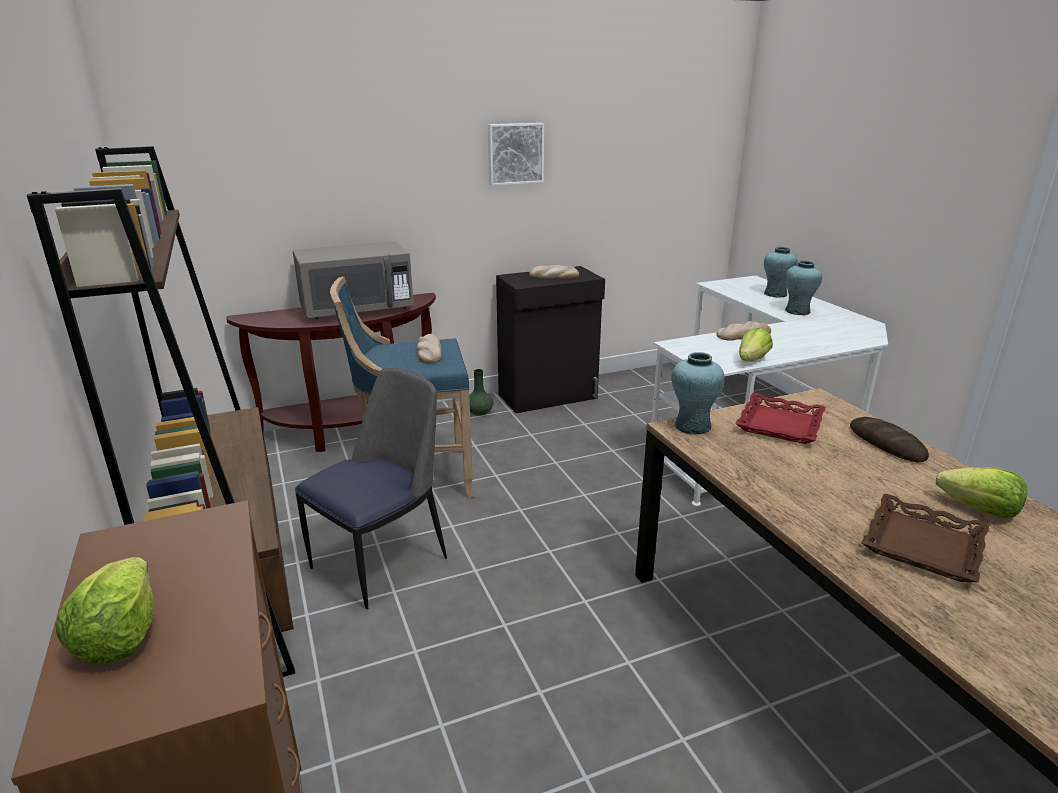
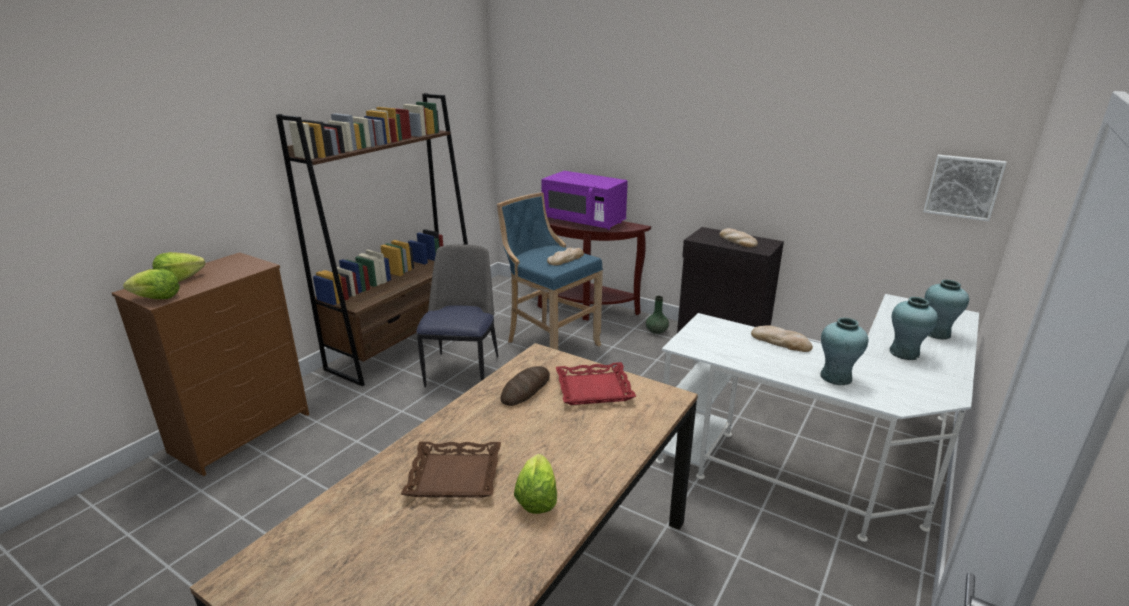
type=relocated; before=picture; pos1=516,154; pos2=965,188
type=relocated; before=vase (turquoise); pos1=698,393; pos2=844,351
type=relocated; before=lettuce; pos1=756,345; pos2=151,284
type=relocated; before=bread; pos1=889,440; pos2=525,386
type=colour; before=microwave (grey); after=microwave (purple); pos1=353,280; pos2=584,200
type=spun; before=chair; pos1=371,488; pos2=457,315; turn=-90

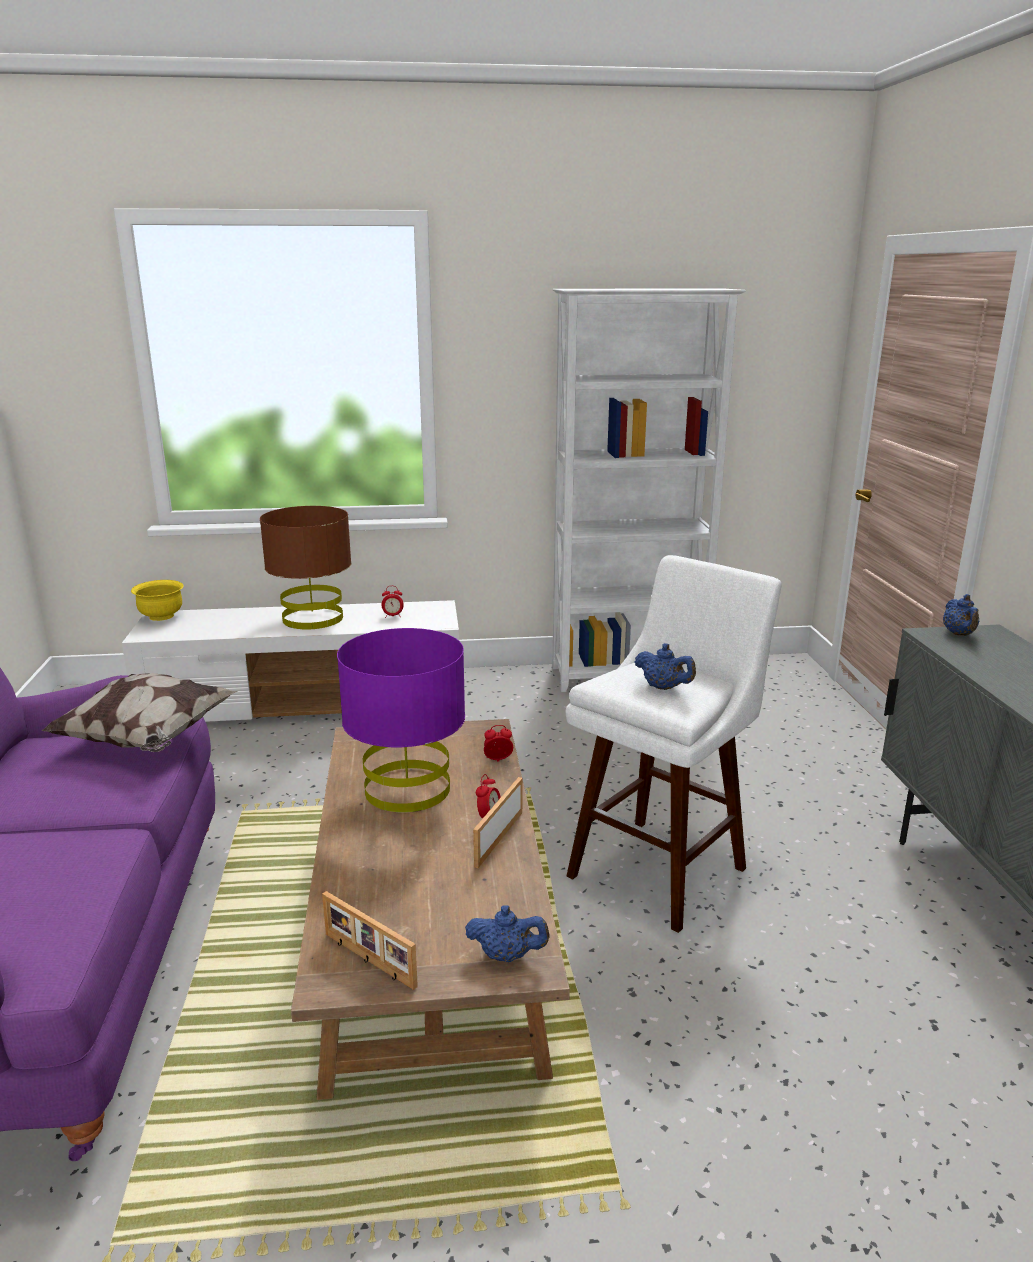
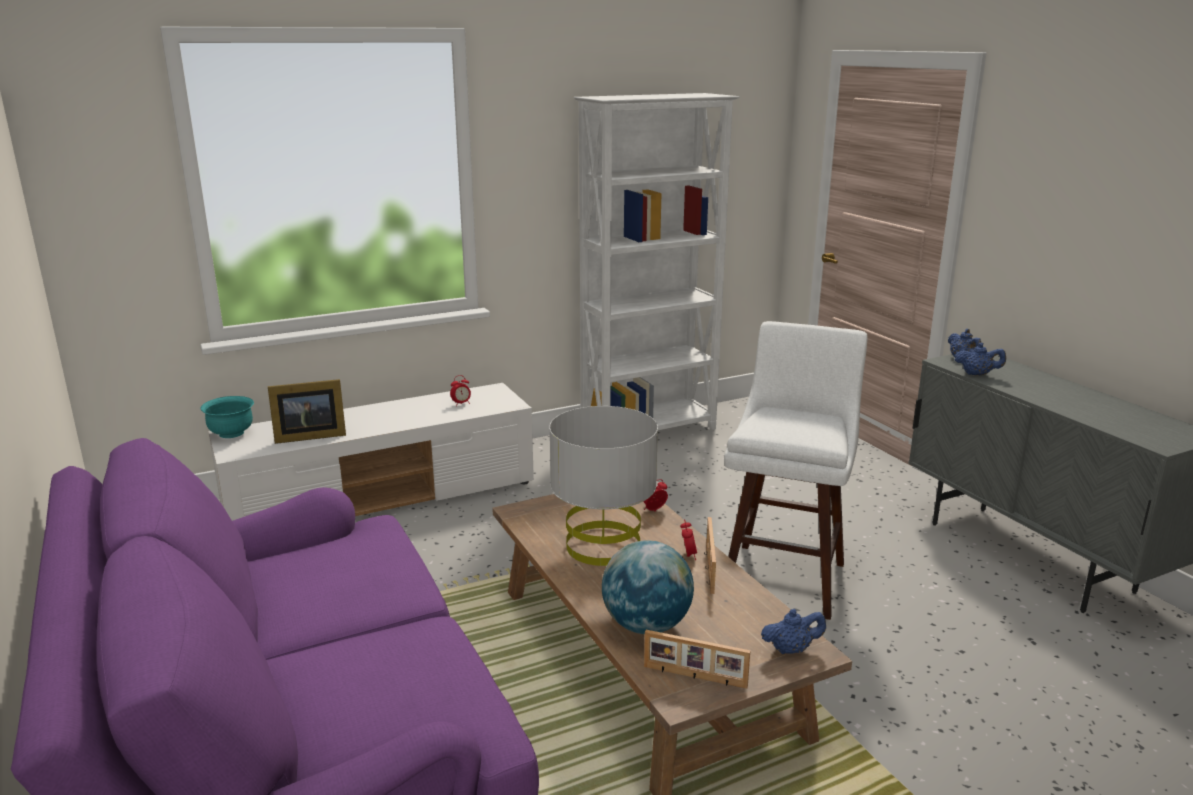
type=missing; before=pillow; pos1=139,712
type=missing; before=table lamp (brown); pos1=305,568
type=appeared; after=picture frame; pos2=307,411
type=appeared; after=globe; pos2=648,587
type=relocated; before=teapot (blue); pos1=665,666; pos2=980,359
type=colour; before=bowl (yellow); after=bowl (turquoise); pos1=157,600; pos2=227,417
type=colour; before=table lamp (purple); after=table lamp (grey); pos1=401,720; pos2=603,486

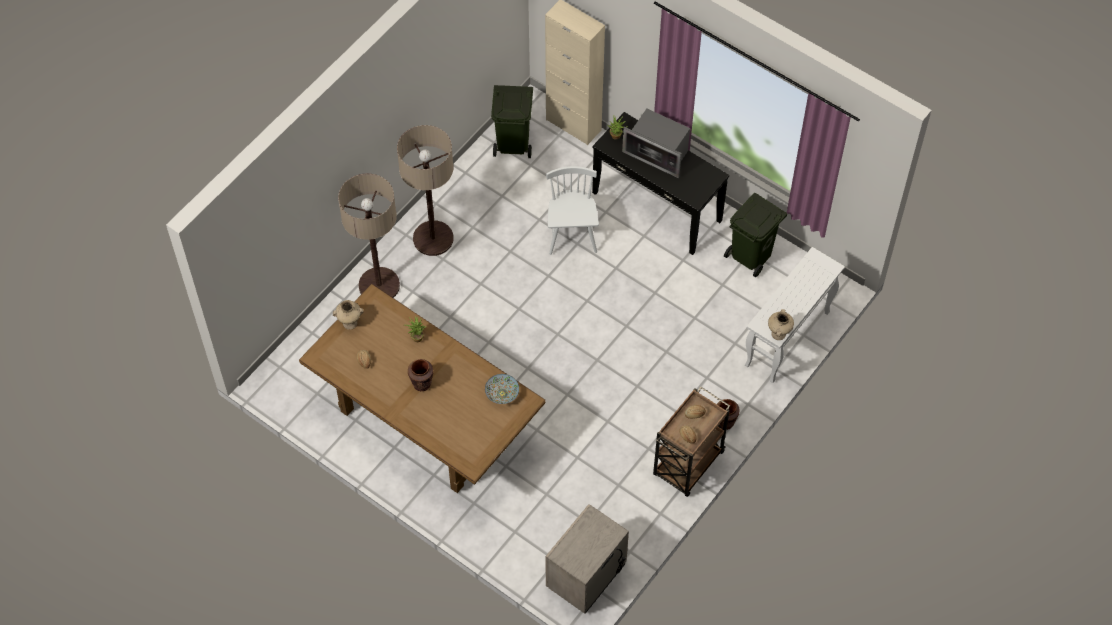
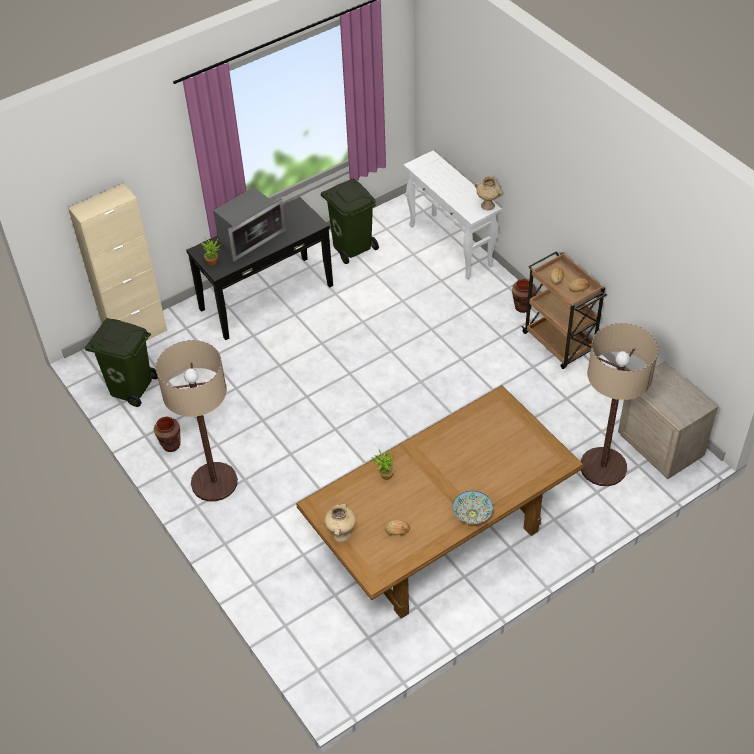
type=missing; before=chair (white); pos1=572,210
type=relocated; before=floor lamp; pos1=369,235; pos2=619,404
type=relocated; before=vase (brown); pos1=420,375; pos2=167,434
type=relocated; before=bowl; pos1=502,389; pos2=472,507

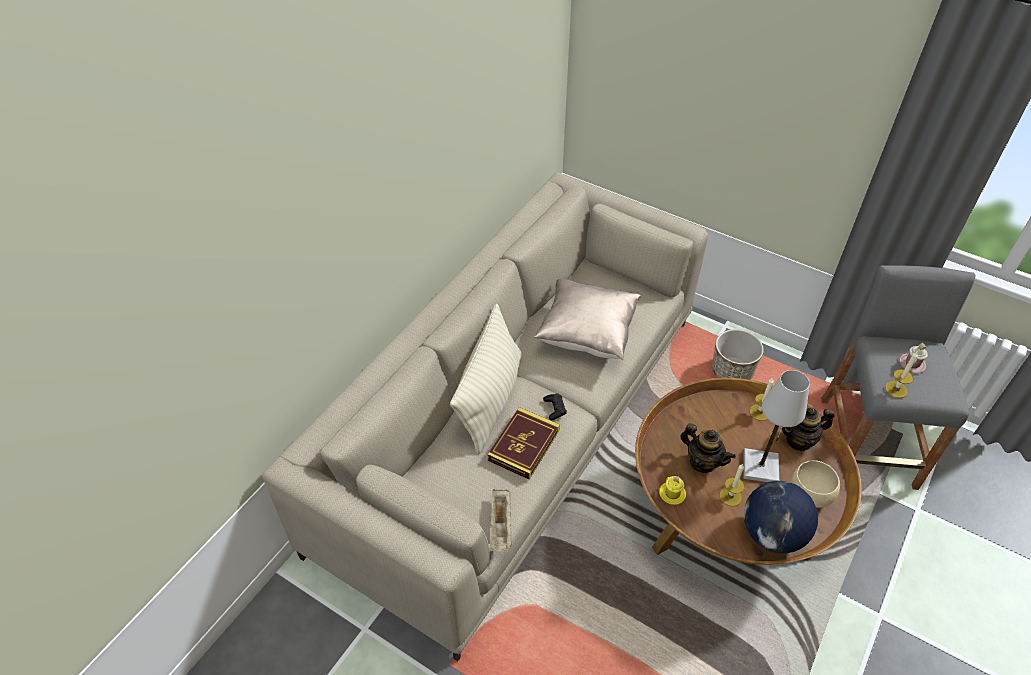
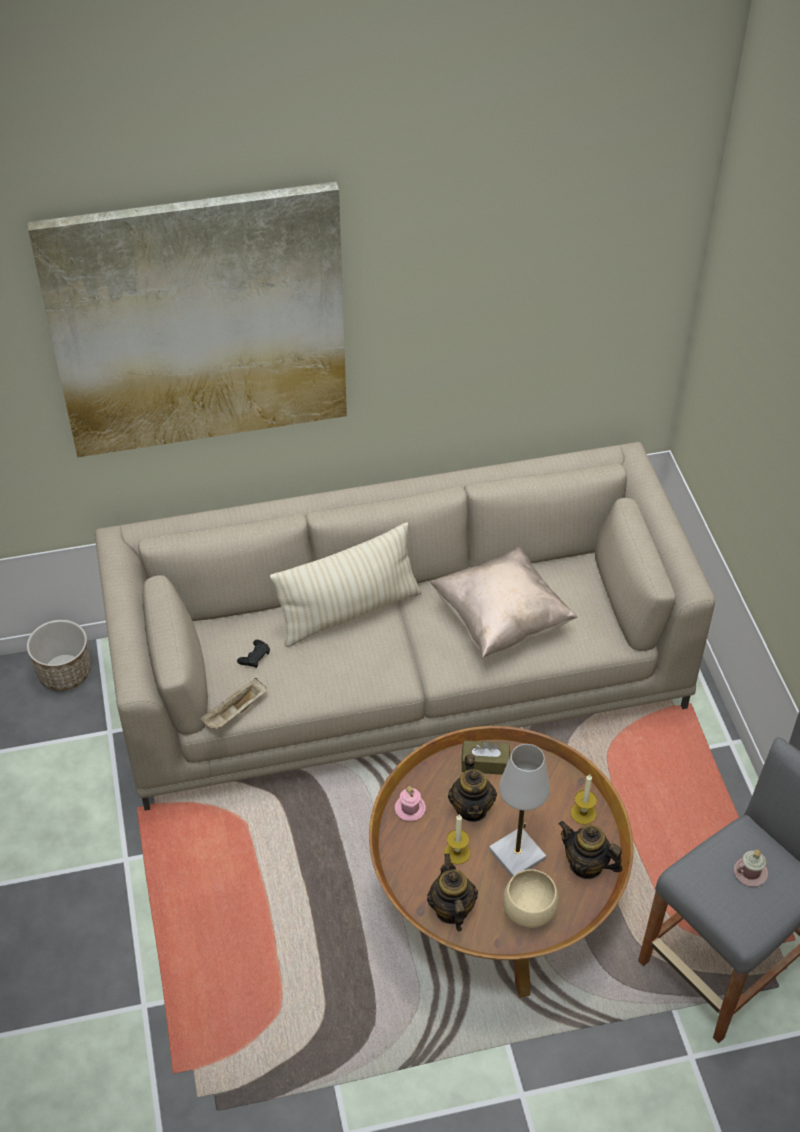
type=missing; before=book; pos1=524,443
type=missing; before=candle; pos1=901,375
type=appeared; after=picture; pos2=187,319
type=appeared; after=tissue box (brown); pos2=485,758
type=relocated; before=game controller (black); pos1=555,407; pos2=253,654
type=relocated; before=planter; pos1=738,354; pos2=58,655
type=exchanged; before=globe; after=teapot; pos1=781,517; pos2=452,892
type=colour; before=mug (yellow); after=mug (pink); pos1=672,490; pos2=410,803

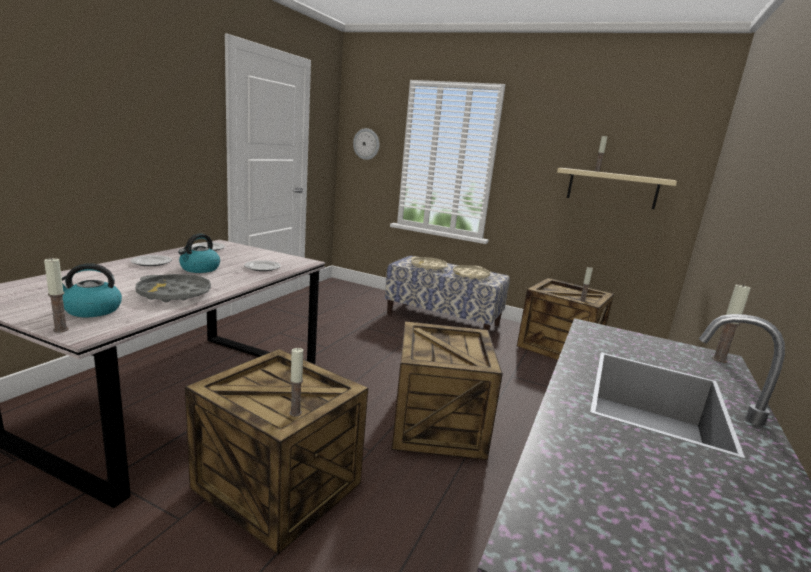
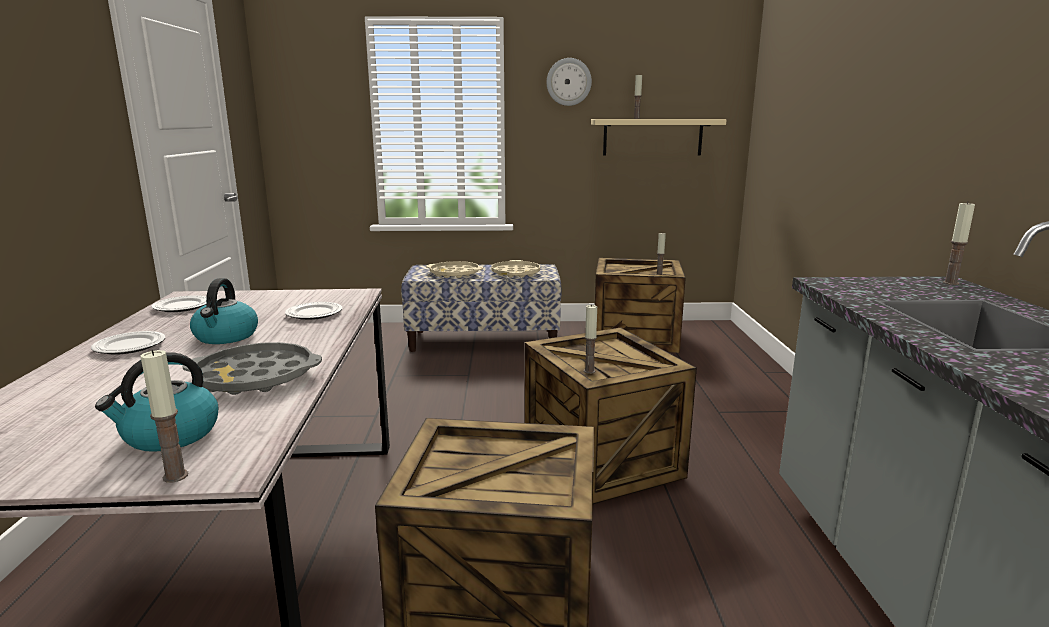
type=relocated; before=candle; pos1=296,382; pos2=590,339
type=relocated; before=wall clock; pos1=366,144; pos2=569,82

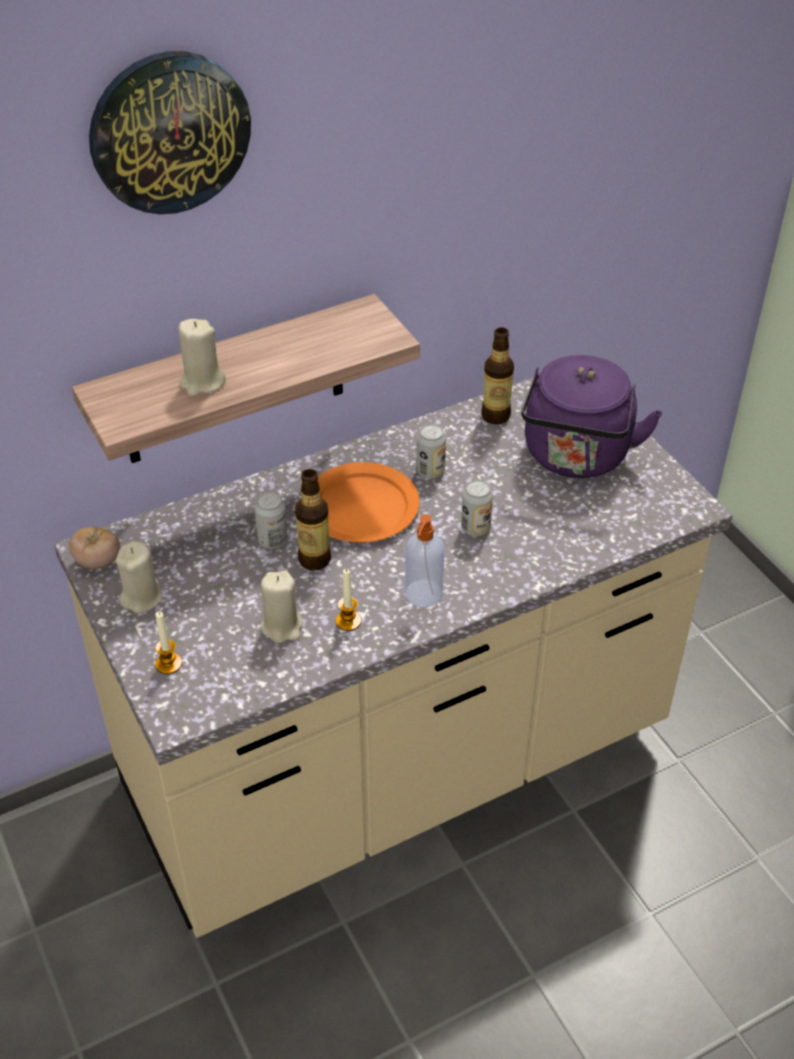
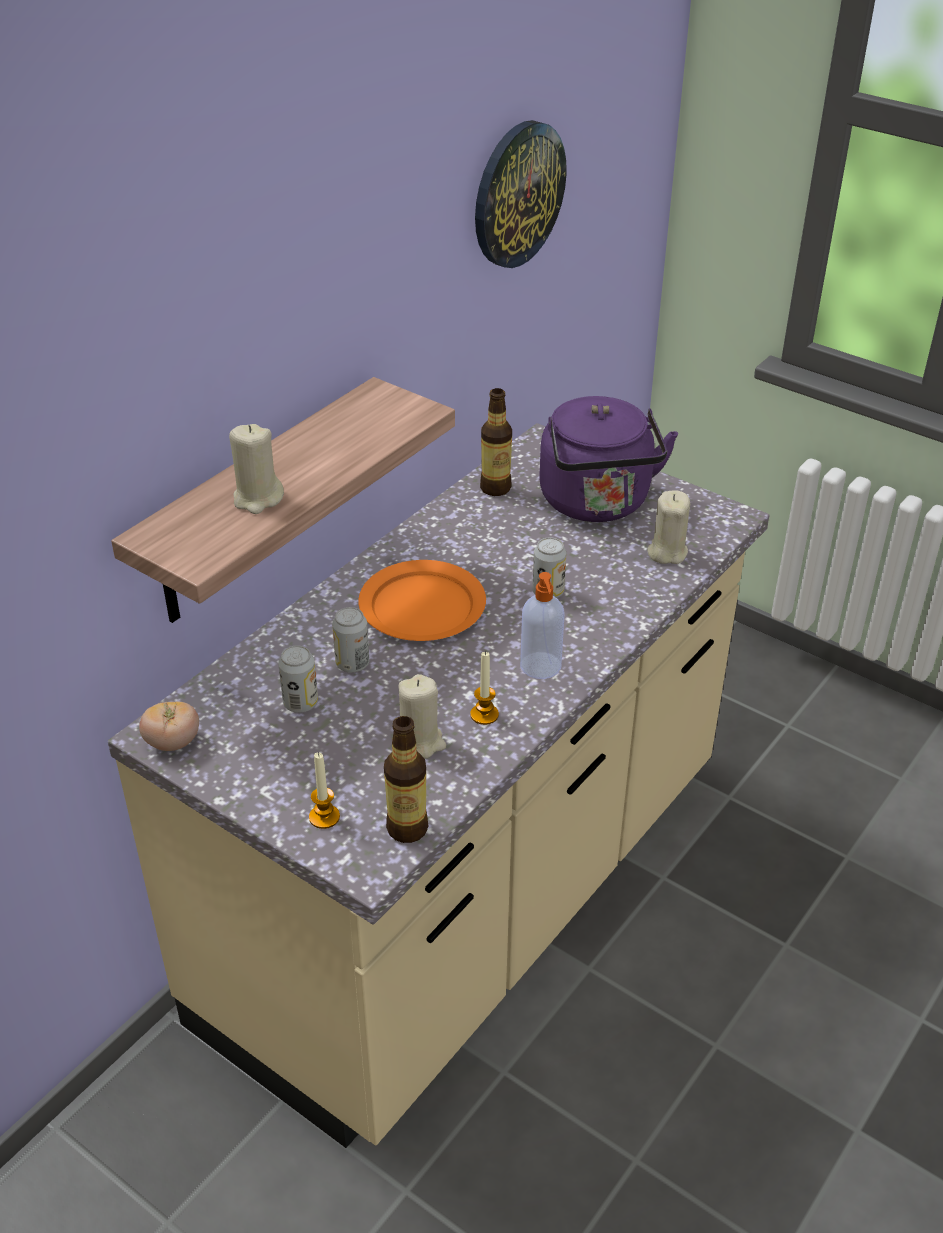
type=relocated; before=wall clock; pos1=170,132; pos2=520,194
type=relocated; before=candle (beige); pos1=139,577; pos2=668,527
type=relocated; before=bottle; pos1=313,519; pos2=406,779
type=relocated; before=can; pos1=431,451; pos2=298,679

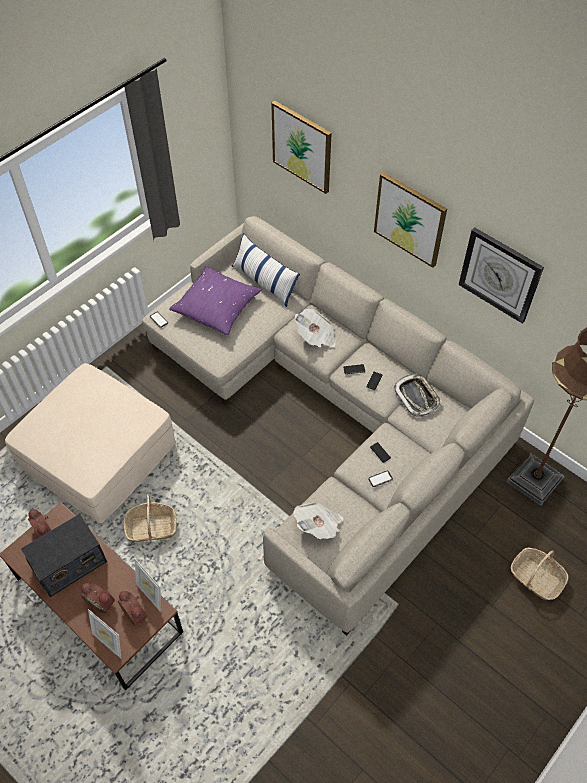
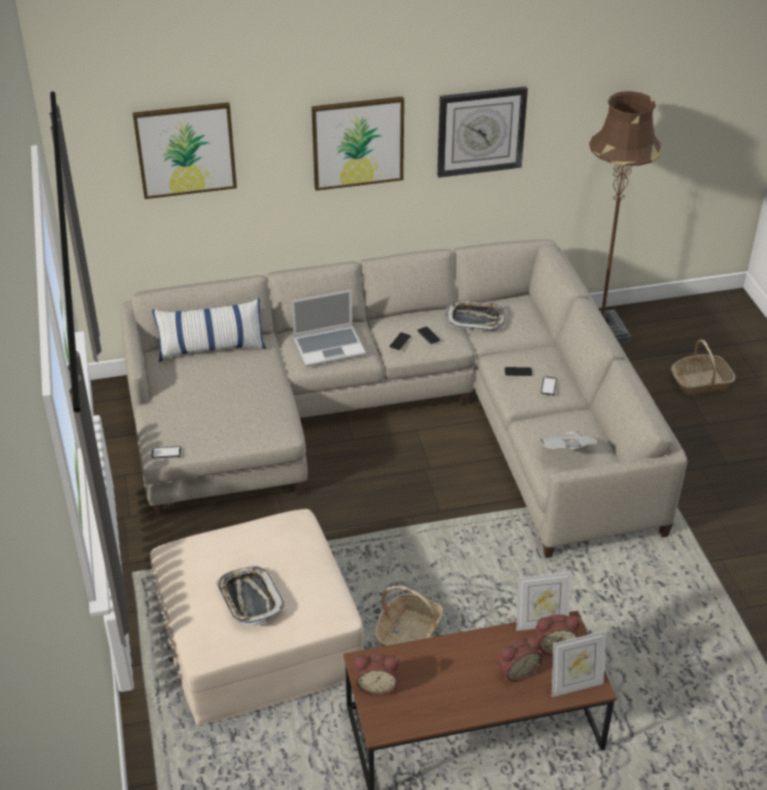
type=missing; before=radio; pos1=64,555
type=missing; before=pillow (purple); pos1=215,300
type=appeared; after=tray; pos2=250,596
type=exchanged; before=newspaper; after=laptop; pos1=315,328; pos2=329,328

